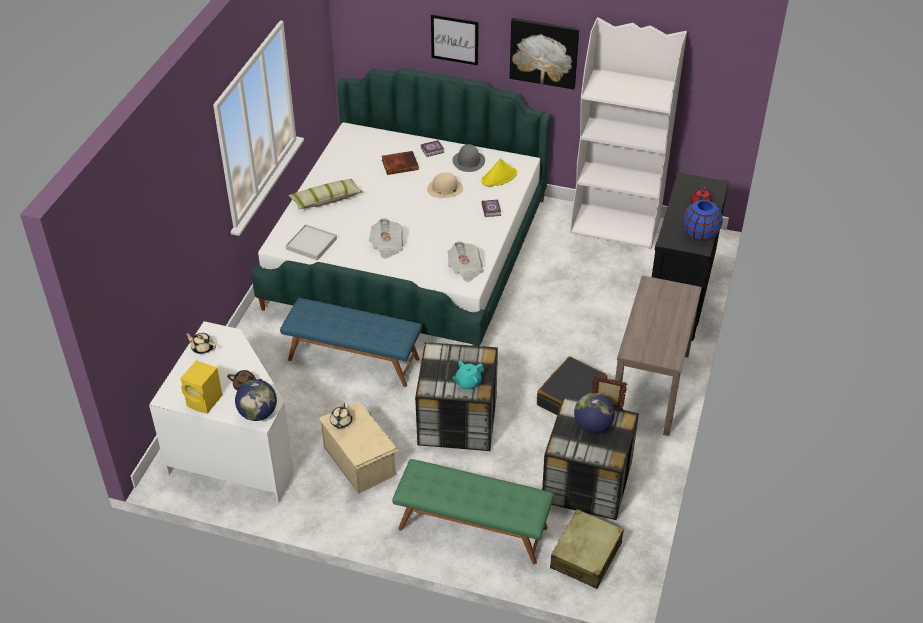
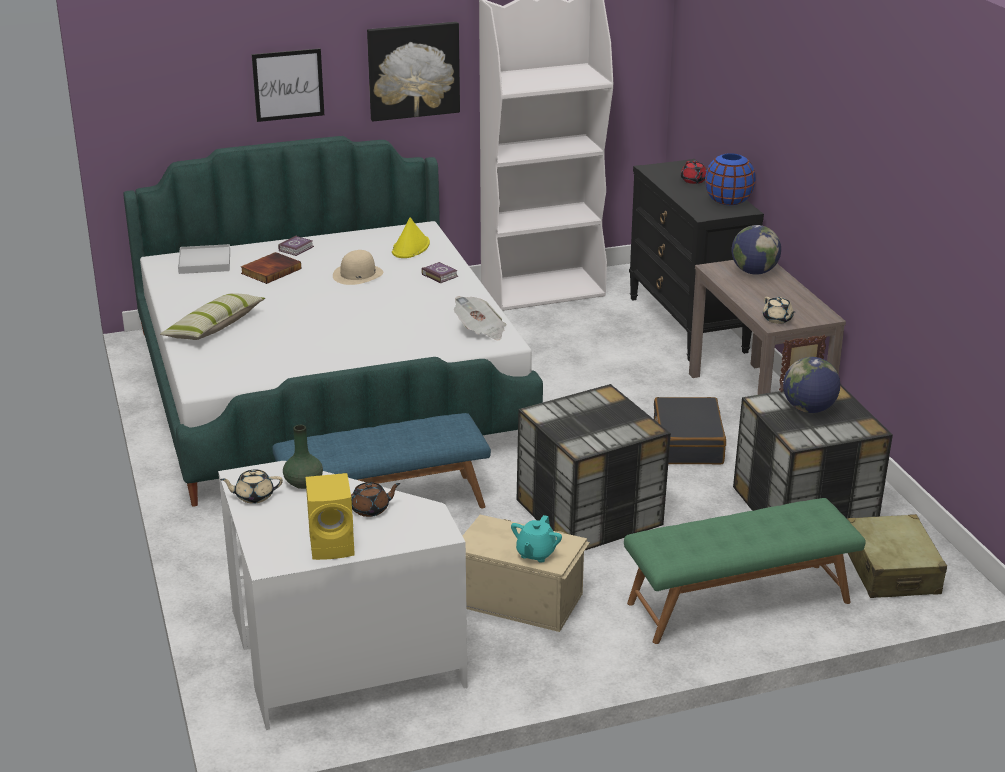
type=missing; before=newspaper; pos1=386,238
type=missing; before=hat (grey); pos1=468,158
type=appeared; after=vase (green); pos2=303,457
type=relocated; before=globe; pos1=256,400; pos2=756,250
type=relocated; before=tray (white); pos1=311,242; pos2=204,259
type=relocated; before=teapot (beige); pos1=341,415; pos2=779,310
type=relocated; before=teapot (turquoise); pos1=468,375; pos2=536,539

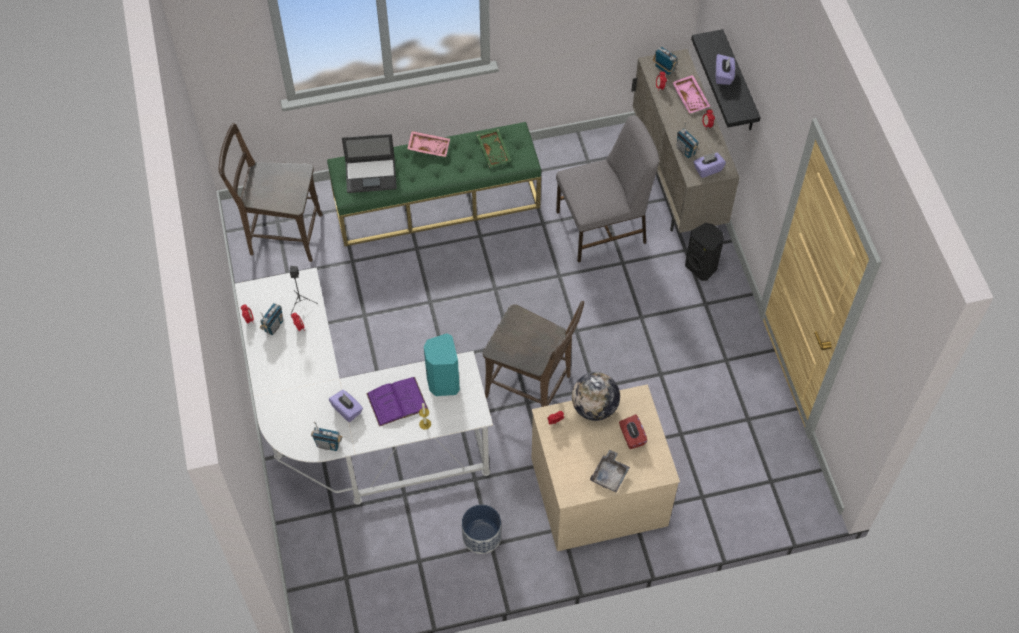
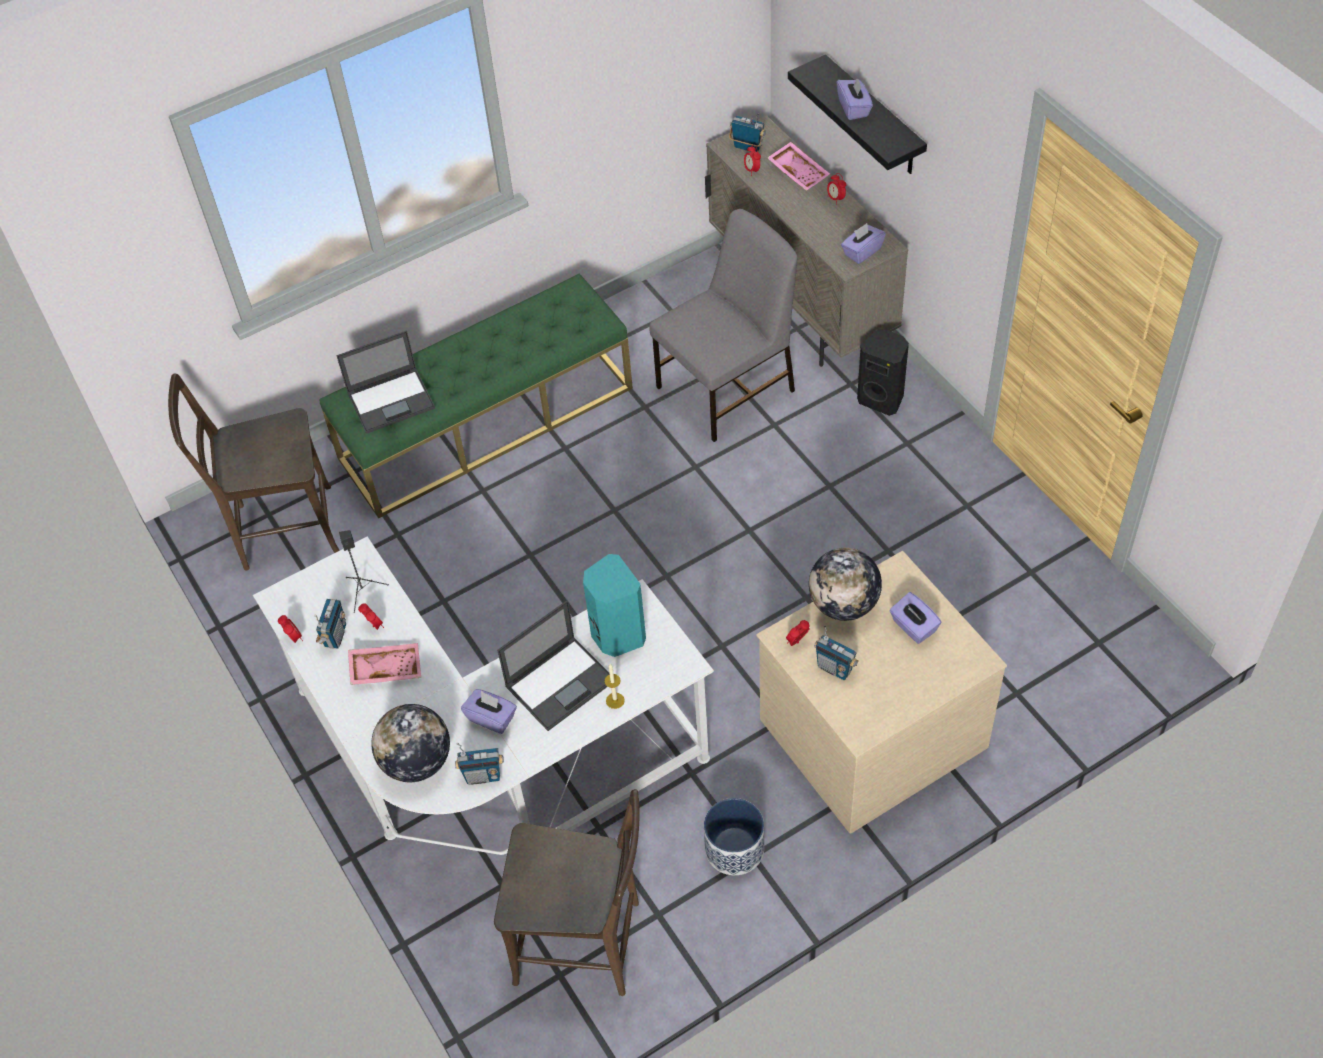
type=missing; before=tray (green); pos1=494,148
type=missing; before=tray (grey); pos1=610,471
type=appeared; after=globe; pos2=410,743
type=relocated; before=tray (pink); pos1=428,144; pos2=384,664
type=relocated; before=chair (brown); pos1=533,354; pos2=566,892
type=relocated; before=radio; pos1=688,139; pos2=836,652
type=exchanged; before=book (purple); after=laptop; pos1=397,402; pos2=553,665
type=colour; before=tissue box (red); after=tissue box (purple); pos1=633,431; pos2=915,618

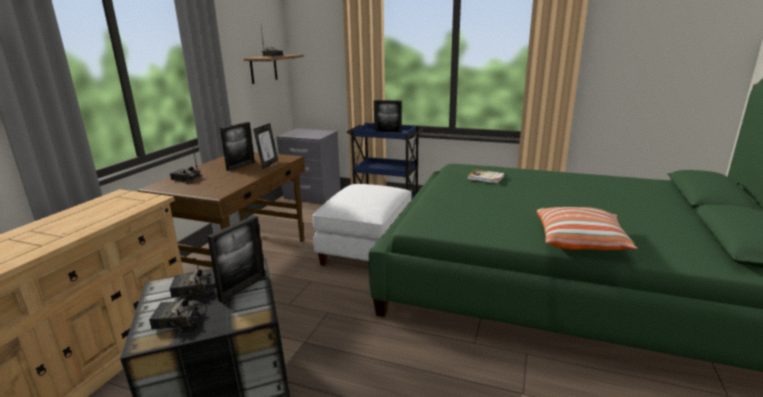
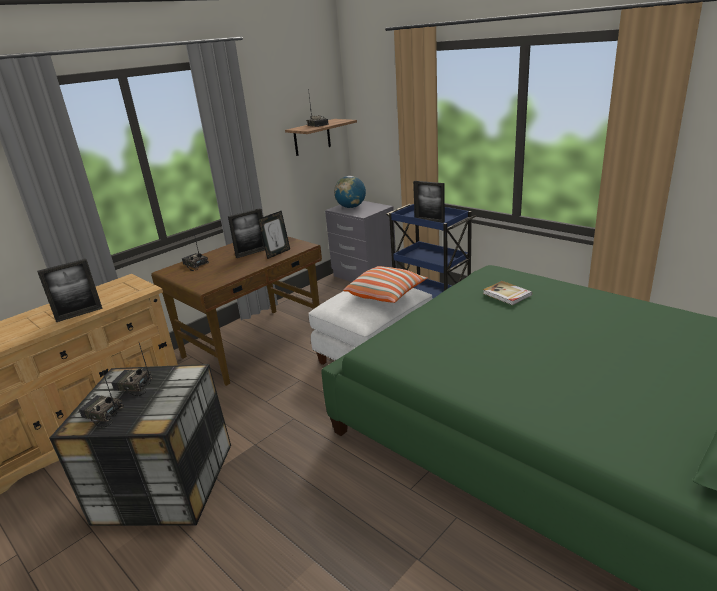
type=appeared; after=globe; pos2=350,192
type=relocated; before=picture frame; pos1=236,259; pos2=70,290
type=relocated; before=pillow; pos1=587,228; pos2=385,284

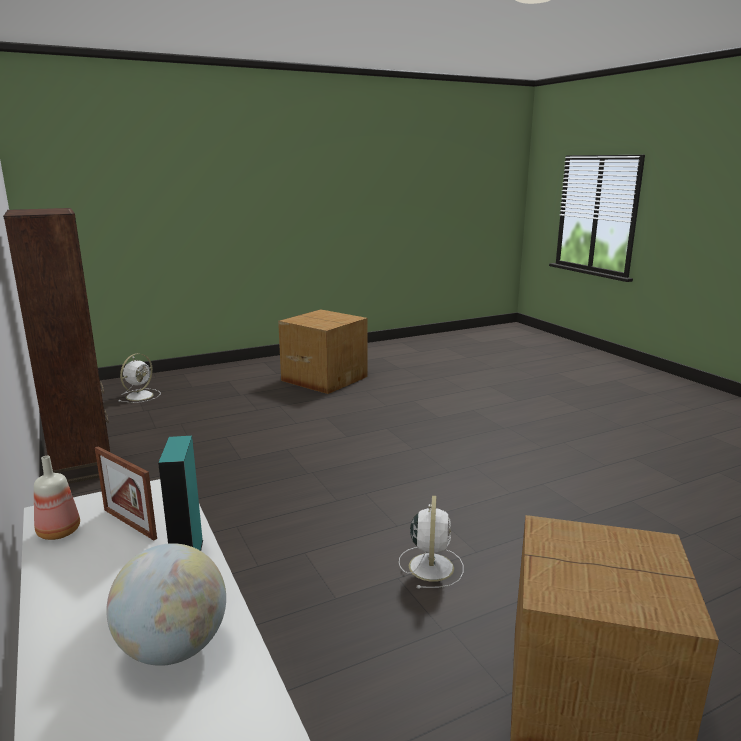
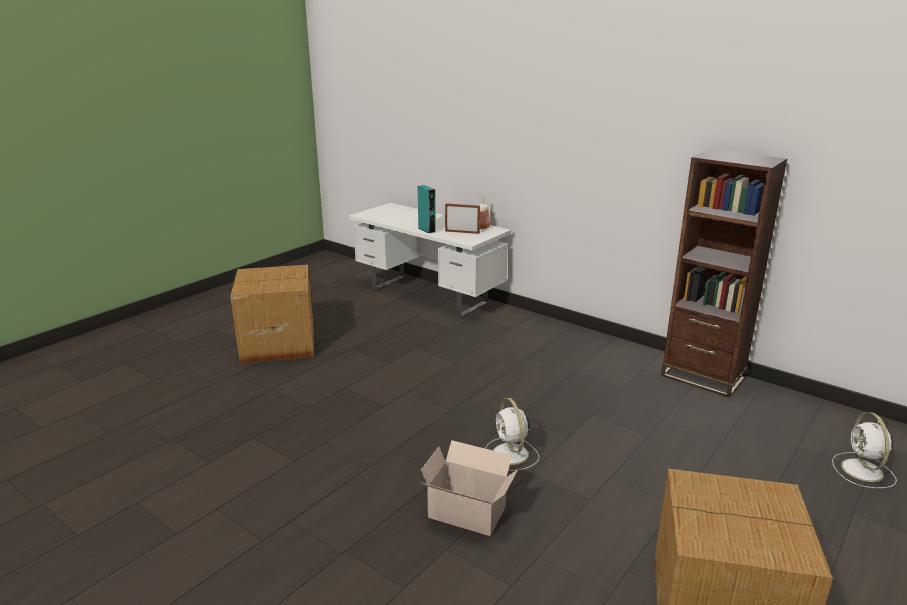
type=missing; before=globe; pos1=166,604
type=appeared; after=cardboard box; pos2=469,488
type=relocated; before=fan (white); pos1=431,542; pos2=512,434

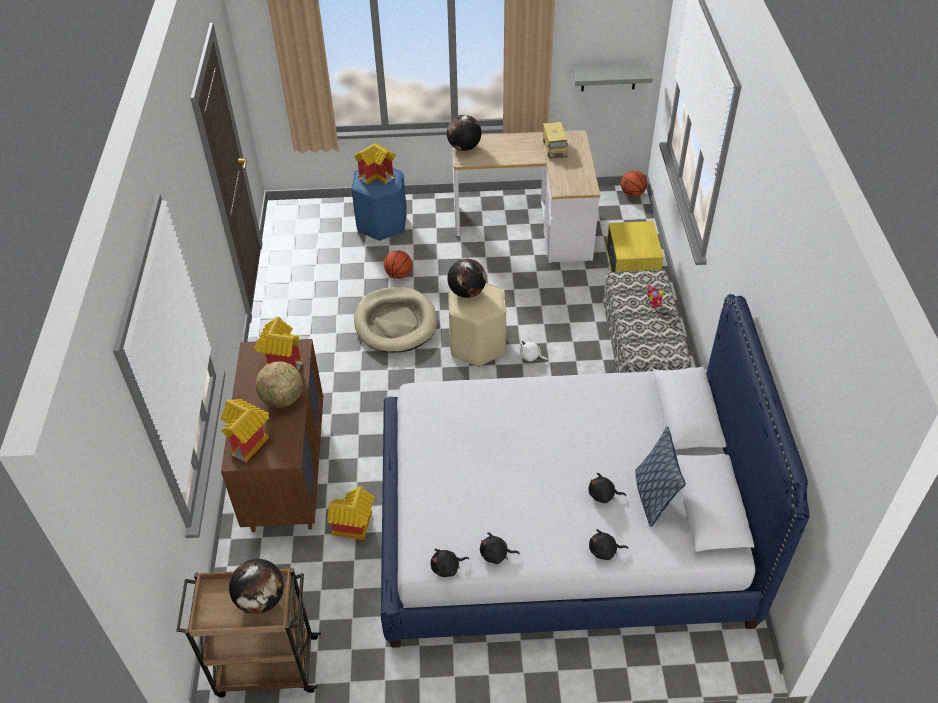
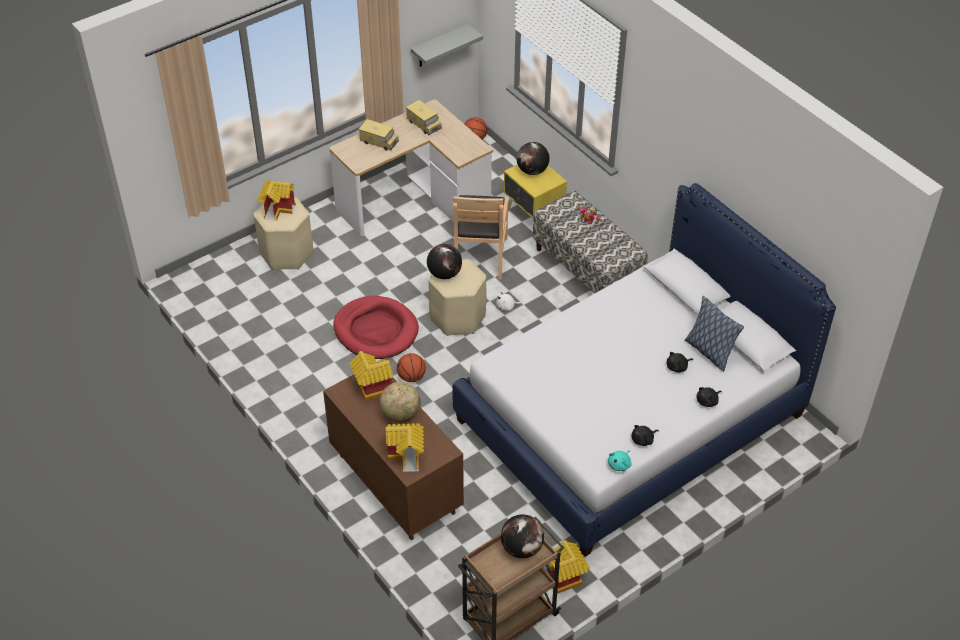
type=appeared; after=toy truck; pos2=378,135
type=appeared; after=chair (brown); pos2=480,237
type=relocated; before=toy house; pos1=351,513; pos2=569,567
type=relocated; before=basketball; pos1=398,264; pos2=411,367
type=relocated; before=globe; pos1=464,133; pos2=533,158
type=colour; before=stool (blue); after=stool (beige); pos1=379,204; pos2=283,233
type=colour; before=dog bed (beige); after=dog bed (red); pos1=395,319; pos2=376,327
type=colour; before=plush toy (black); after=plush toy (turquoise); pos1=450,563; pos2=619,460

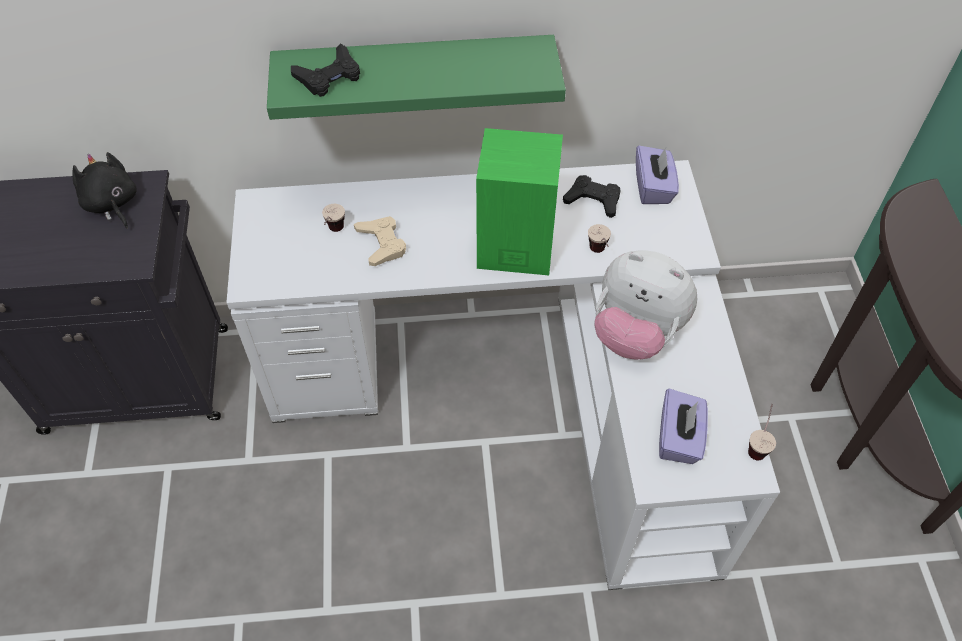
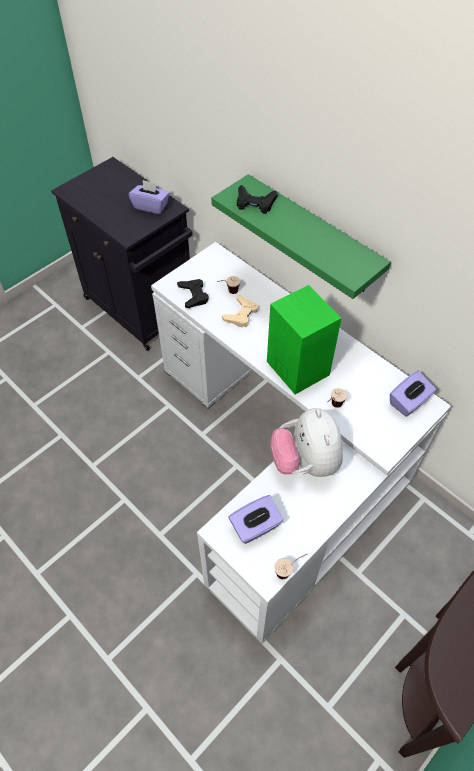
type=relocated; before=game controller (black); pos1=591,196; pos2=193,293
type=exchanged; before=plush toy (black); after=tissue box (purple); pos1=104,190; pos2=149,197

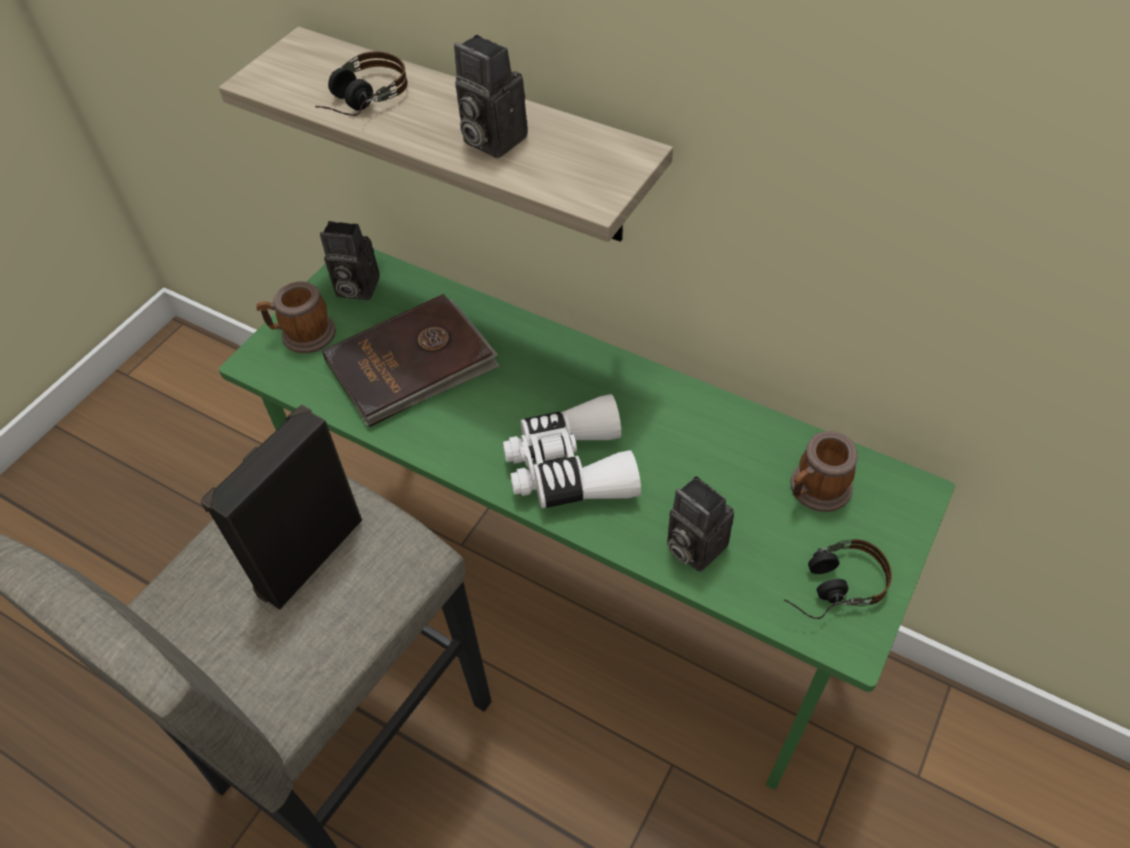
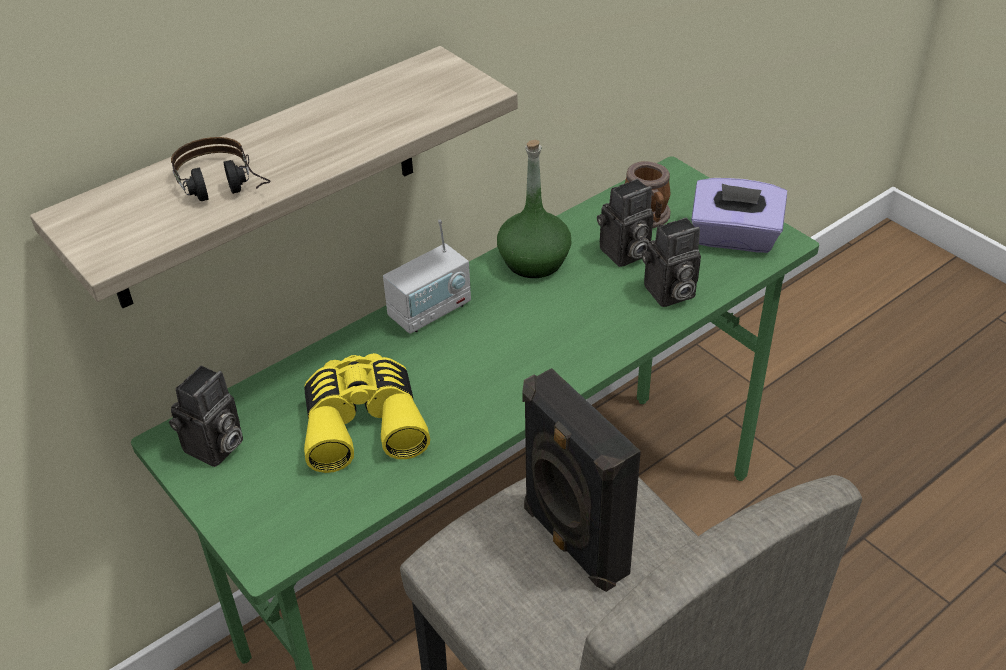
type=missing; before=mug; pos1=296,317
type=missing; before=binoculars (white); pos1=572,451
type=appeared; after=radio; pos2=427,277
type=appeared; after=bottle (green); pos2=534,209
type=relocated; before=photo camera; pos1=491,96; pos2=625,223
type=exchanged; before=book (brown); after=binoculars (yellow); pos1=410,360; pos2=367,413
type=exchanged; before=headphones; after=tissue box (purple); pos1=838,579; pos2=739,215

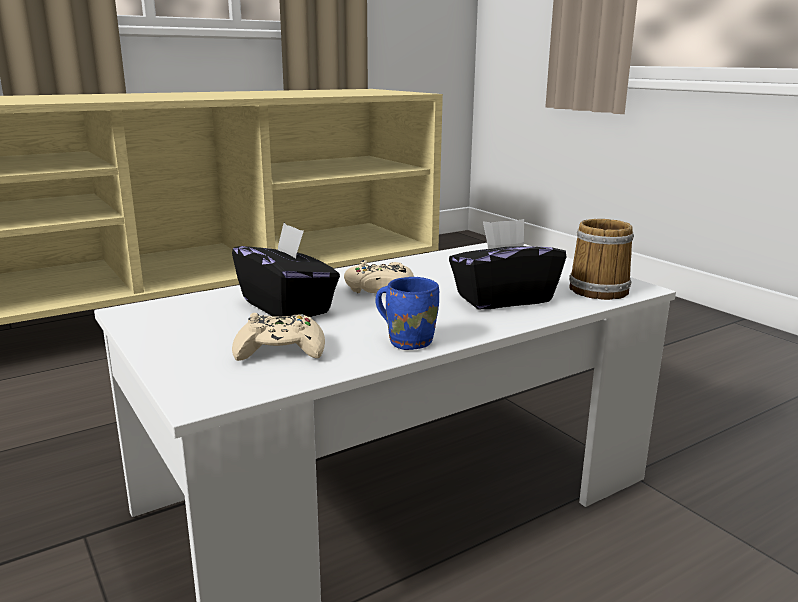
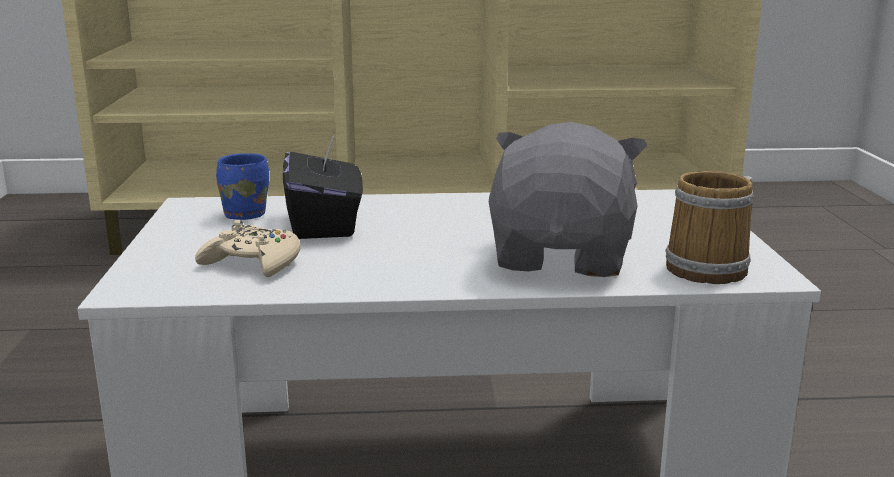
type=missing; before=game controller (beige); pos1=379,276
type=relocated; before=mug (blue); pos1=407,313; pos2=242,186
type=exchanged; before=tissue box (black); after=plush toy (grey); pos1=507,264; pos2=568,199

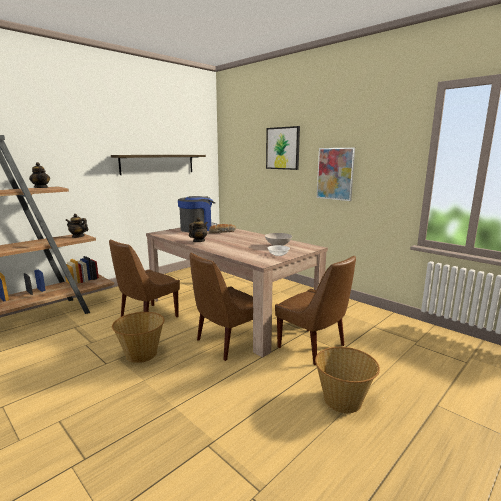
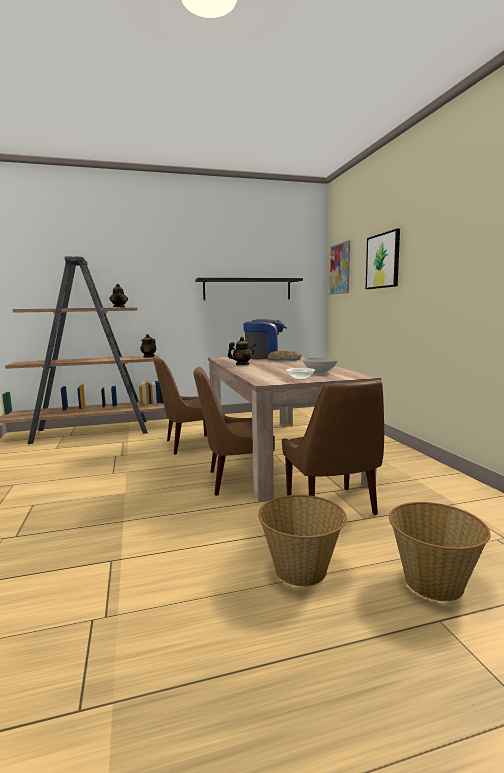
type=relocated; before=basket; pos1=138,337; pos2=440,551
type=relocated; before=picture; pos1=336,174; pos2=340,267

